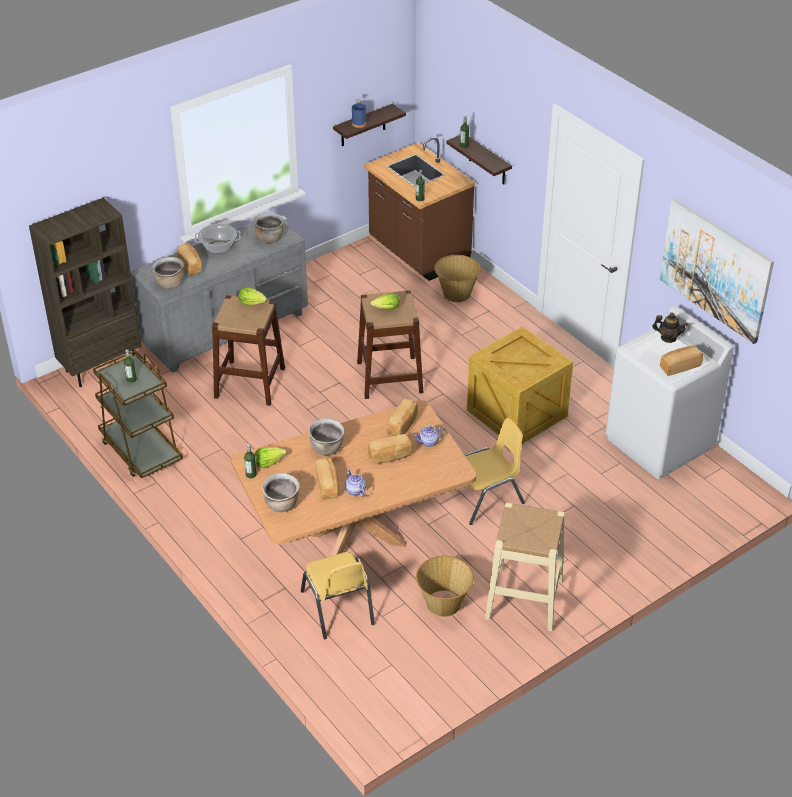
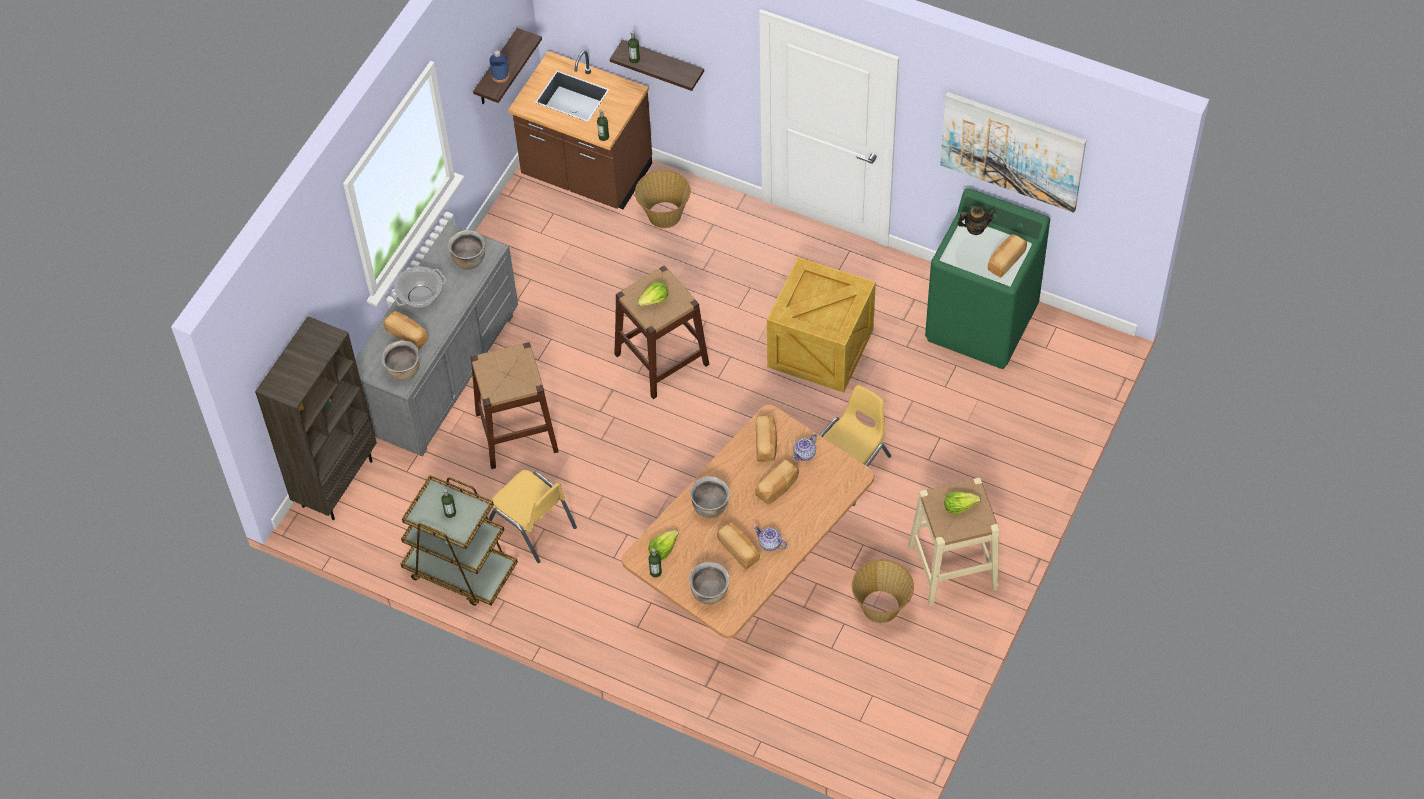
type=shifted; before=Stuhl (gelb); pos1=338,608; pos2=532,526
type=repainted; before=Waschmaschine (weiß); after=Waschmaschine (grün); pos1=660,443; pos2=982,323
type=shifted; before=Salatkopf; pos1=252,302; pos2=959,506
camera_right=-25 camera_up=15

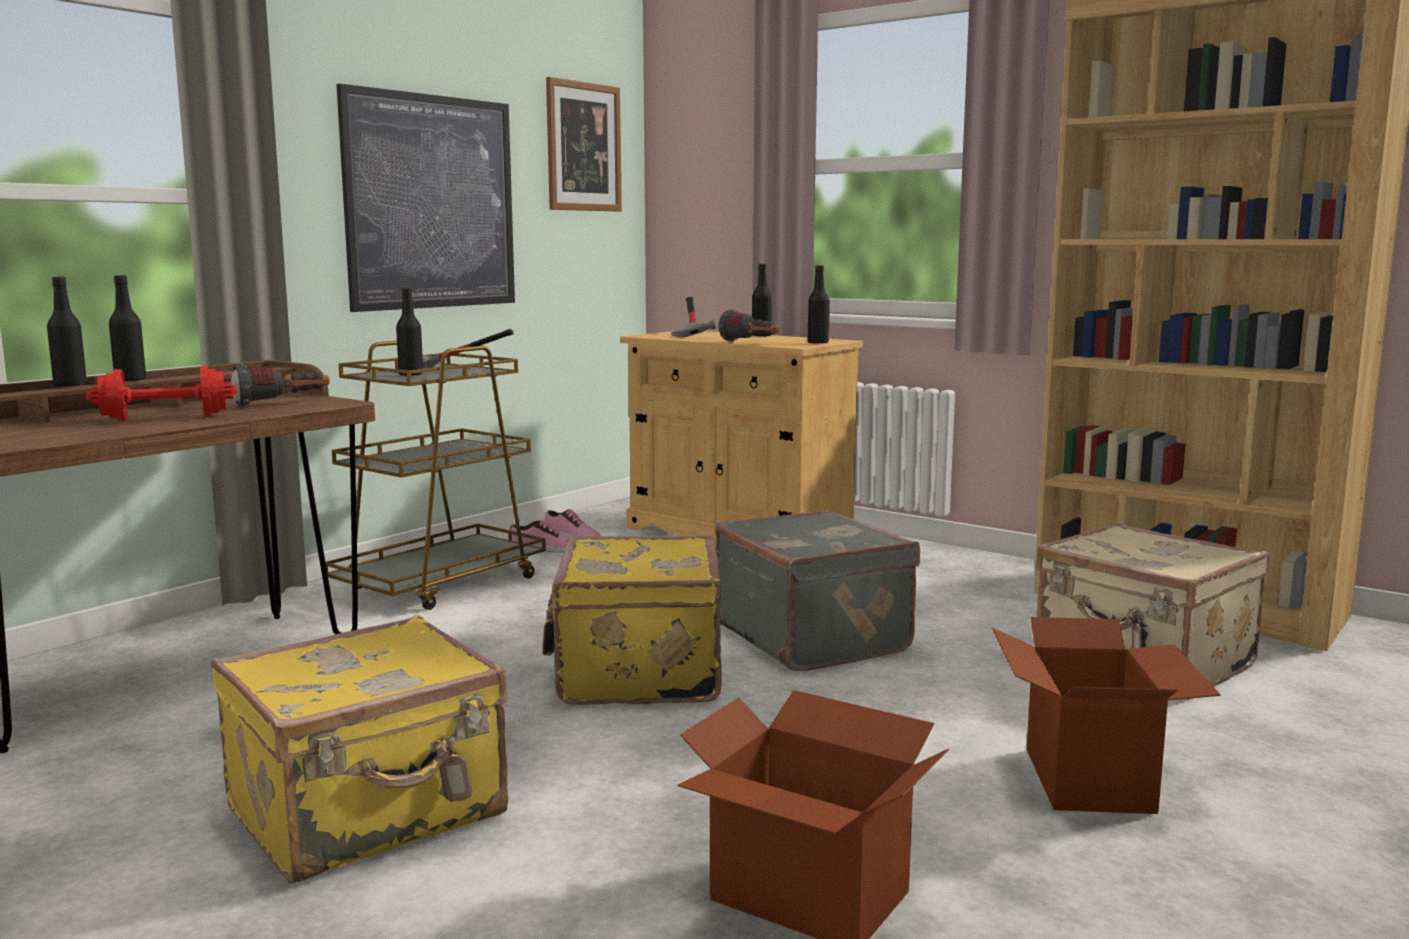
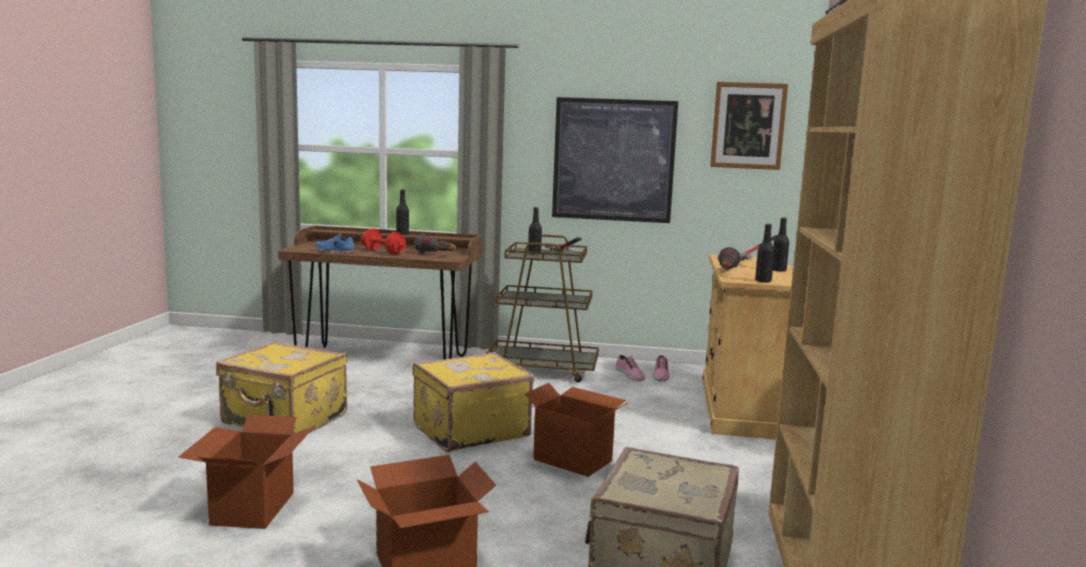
type=new; after=Schuh (blau); pos2=335,252
type=swapped; before=Koffer (grau); after=Karton; pos1=814,637; pos2=573,460
type=gone; before=Flasche (schwarz); pos1=70,385
camera_right=60 camera_up=0

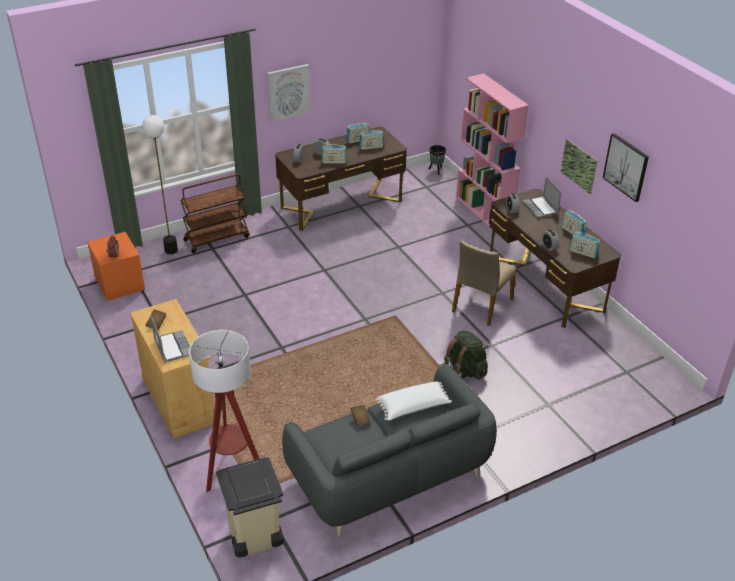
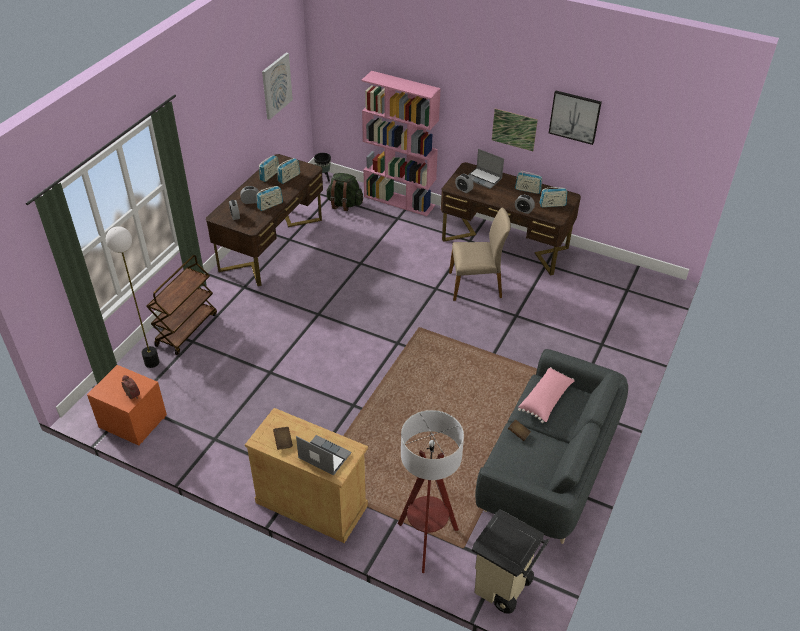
type=shifted; before=Bild; pos1=288,92; pos2=276,85
type=shifted; before=Rucksack (grün); pos1=465,370; pos2=344,204
type=rotated; before=Stuhl (beige); pos1=481,305; pos2=476,285; turn=-90
type=repainted; before=Kissen (weiß); after=Kissen (rosa); pos1=413,407; pos2=546,400
camera_right=-35 camera_up=5

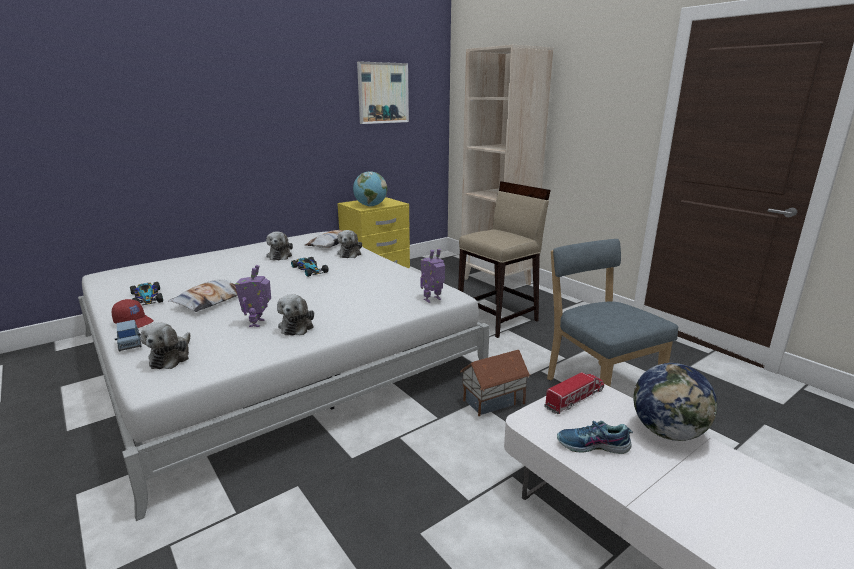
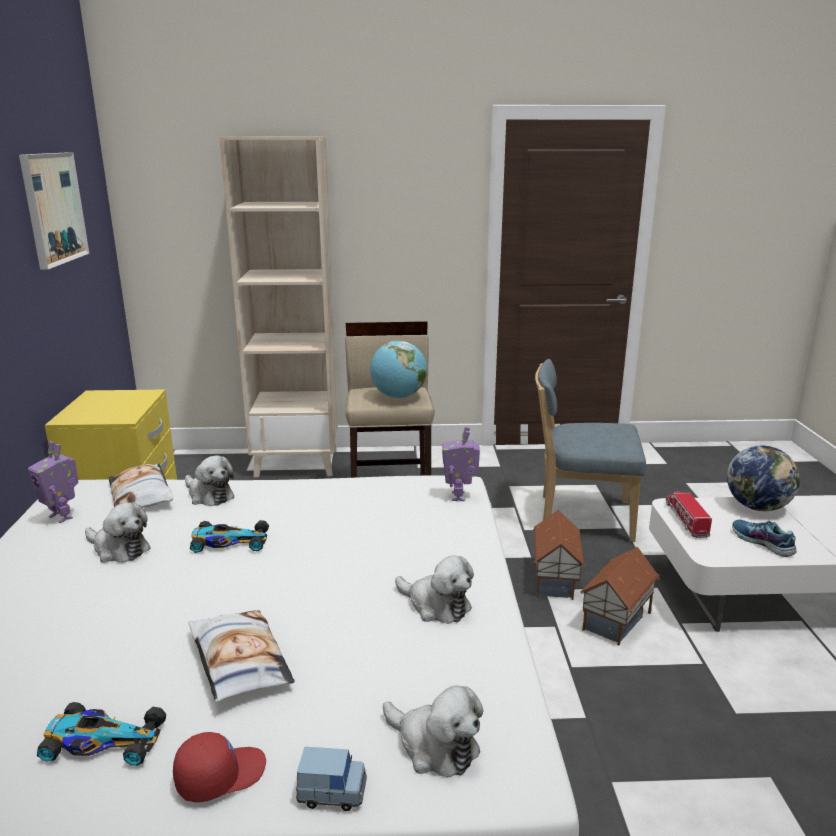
type=shifted; before=Spielzeugroboter; pos1=258,323; pos2=62,517
type=shifted; before=Globus; pos1=370,206; pos2=398,397
type=new; after=Spielzeughaus; pos2=617,621
type=rotated; before=Schuh; pos1=592,446; pos2=762,543; turn=105
camera_right=-55 camera_up=0

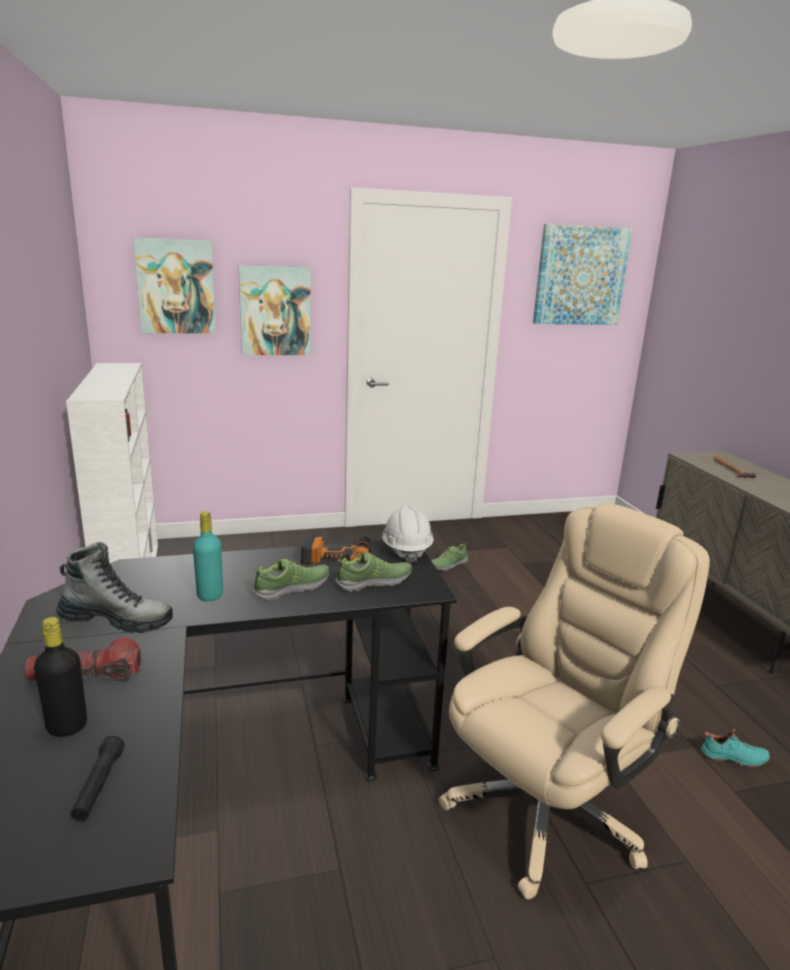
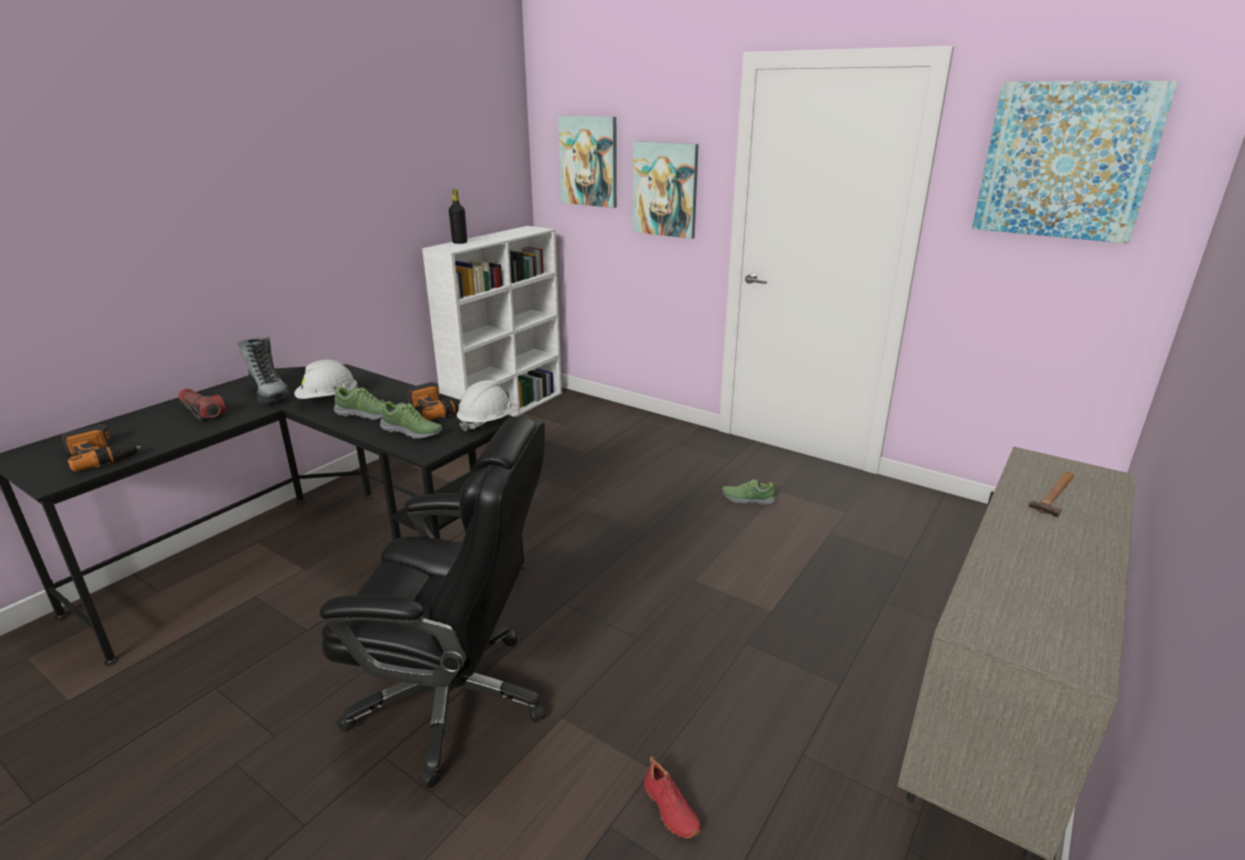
type=swapped; before=Taschenlampe (schwarz); after=Bohrmaschine; pos1=99,786; pos2=102,454
type=swapped; before=Flasche (türkis); after=Schutzhelm (weiß); pos1=210,595; pos2=328,399
type=repainted; before=Bürostuhl (beige); after=Bürostuhl (schwarz); pos1=547,808; pos2=454,700
type=shifted; before=Flasche (schwarz); pos1=67,726; pos2=459,242
type=repainted; before=Schuh (türkis); after=Schuh (rot); pos1=734,758; pos2=669,809
camera_right=50 camera_up=5

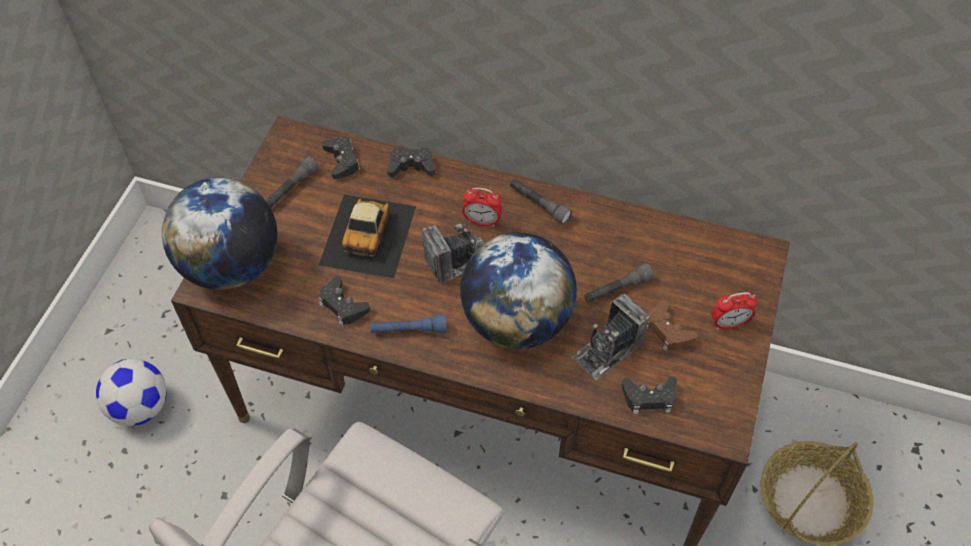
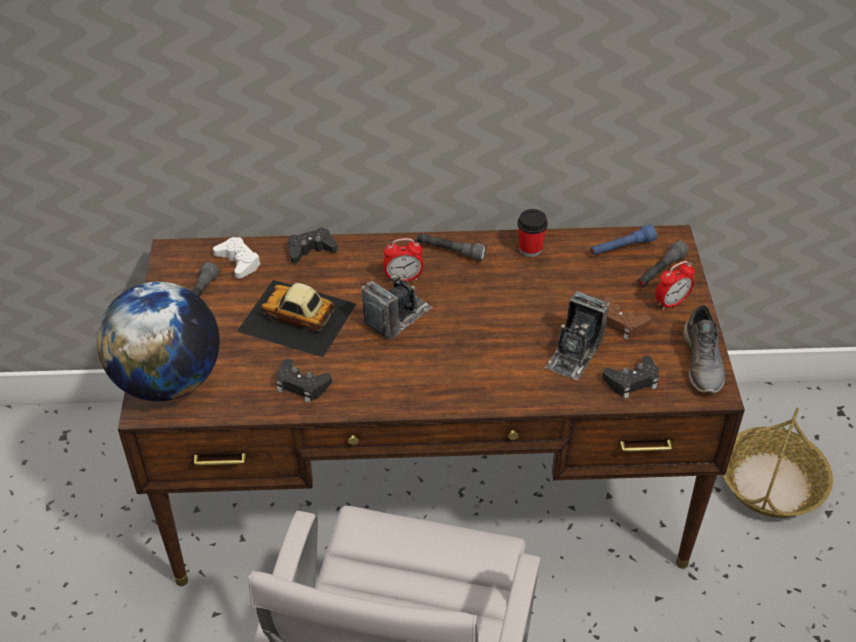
type=repainted; before=Gamepad (schwarz); after=Gamepad (weiß); pos1=342,161; pos2=238,262
type=rotated; before=Spielzeugauto; pos1=369,234; pos2=297,318; turn=120
type=new; after=Tasse; pos2=530,249
type=shifted; before=Taschenlampe (blau); pos1=409,330; pos2=621,248
type=shifted; before=Taschenlampe (grau); pos1=617,289; pos2=660,271
type=new; after=Schuh (grau); pos2=703,362
type=gone; before=Fußball; pos1=140,407
type=gone; before=Globus; pos1=516,321
camera_right=-20 camera_up=-10

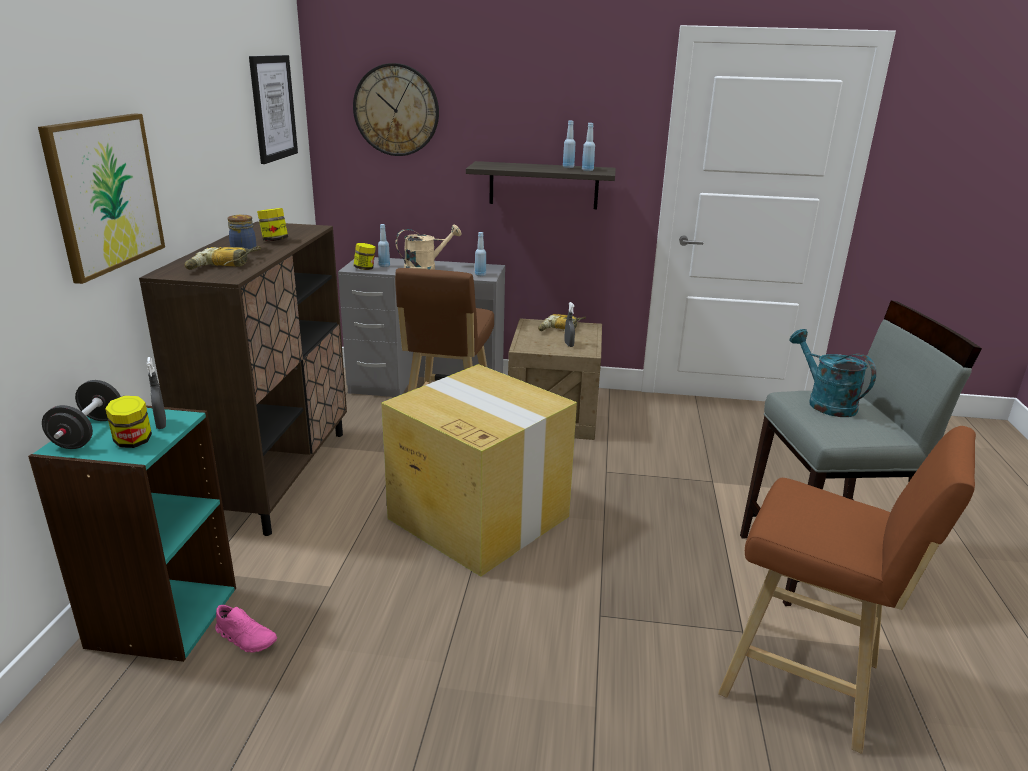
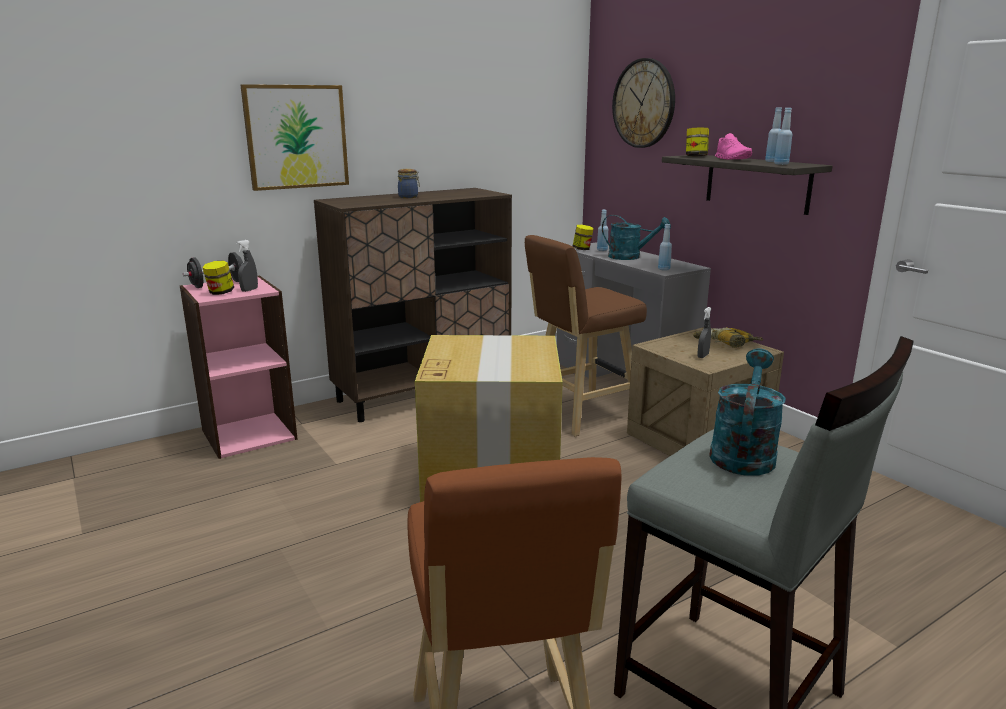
type=repainted; before=Bücherregal (türkis); after=Bücherregal (rosa); pos1=162,616; pos2=249,434
type=repainted; before=Gießkanne (beige); after=Gießkanne (türkis); pos1=425,268; pos2=630,257
type=shifted; before=Vorratsglas; pos1=274,240; pos2=696,156
type=shifted; before=Schuh (rosa); pos1=246,638; pos2=732,159
type=gone; before=Bohrmaschine; pos1=223,266
type=gone; before=Bild; pos1=273,108
camera_right=50 camera_up=-5

